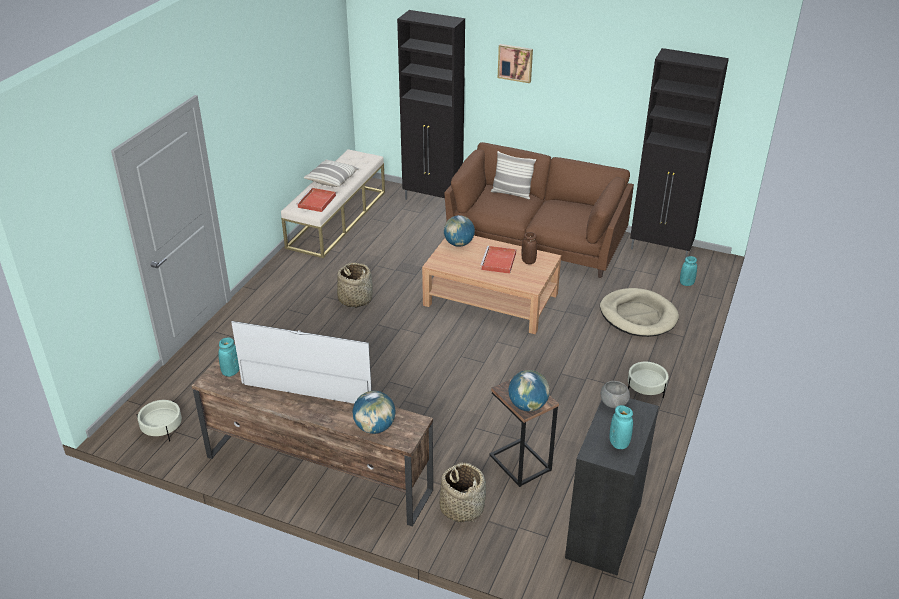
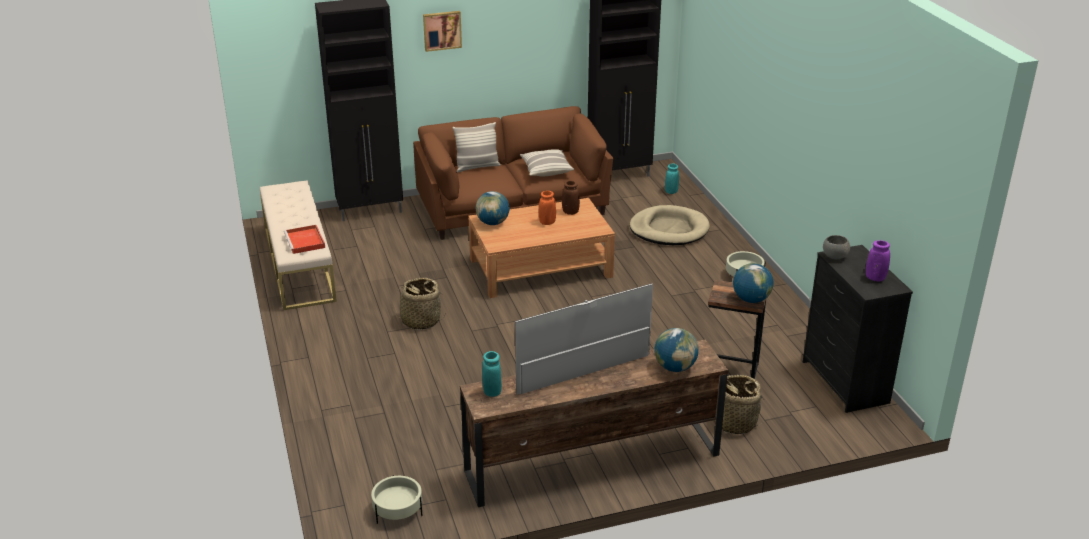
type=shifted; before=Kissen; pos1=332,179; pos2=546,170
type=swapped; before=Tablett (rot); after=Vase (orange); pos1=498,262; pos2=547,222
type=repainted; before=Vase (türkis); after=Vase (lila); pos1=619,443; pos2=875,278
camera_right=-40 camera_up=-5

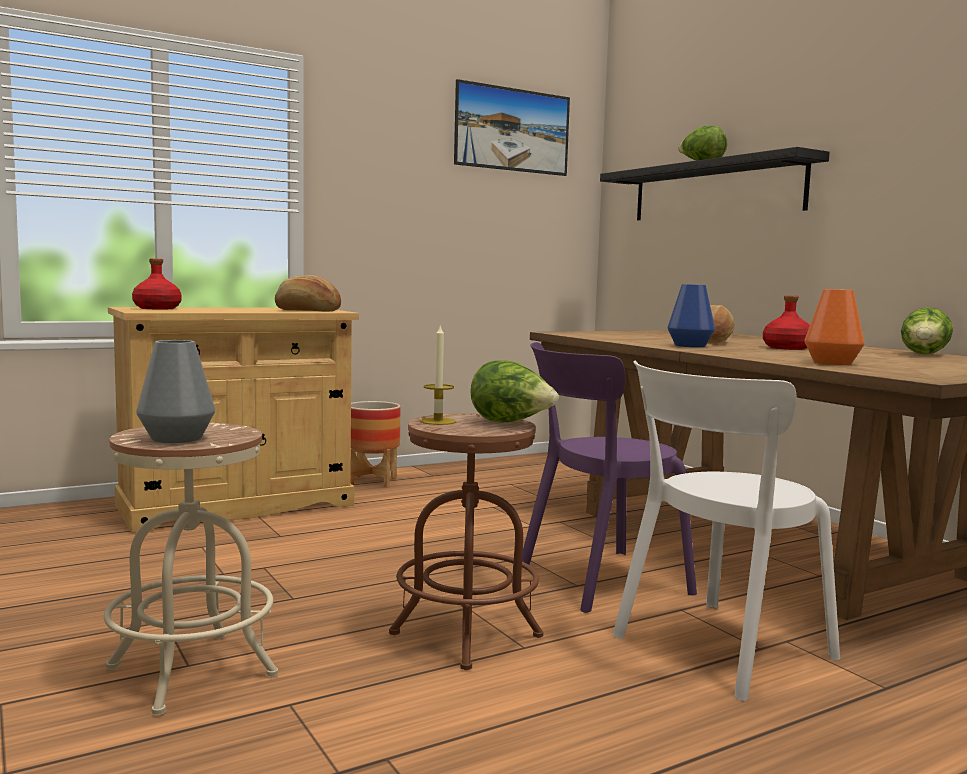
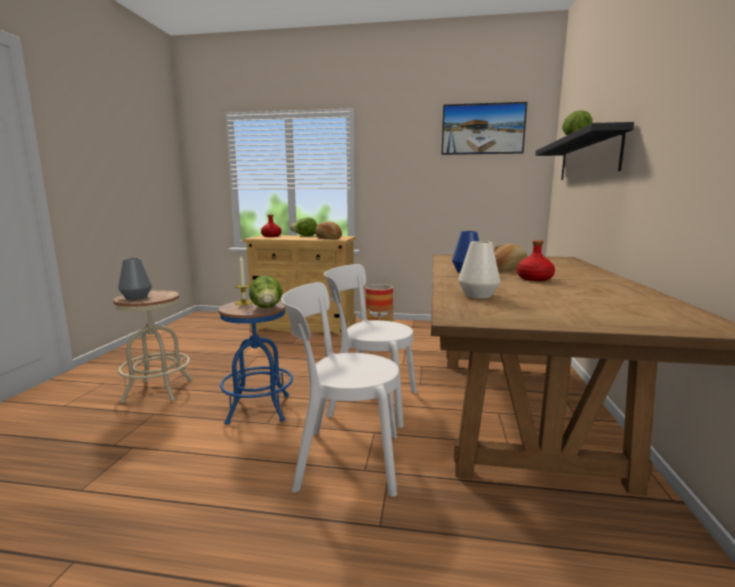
type=repainted; before=Hocker (braun); after=Hocker (blau); pos1=466,635; pos2=258,409
type=shifted; before=Salatkopf; pos1=924,354; pos2=304,236
type=repainted; before=Stuhl (lila); after=Stuhl (weiß); pos1=596,580; pos2=369,402
type=repainted; before=Vase (orange); after=Vase (weiß); pos1=832,363; pos2=478,295
camera_right=40 camera_up=5

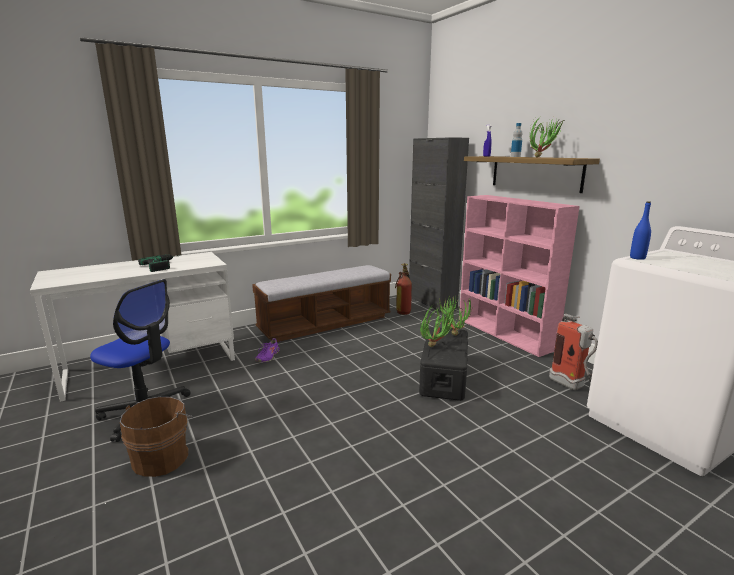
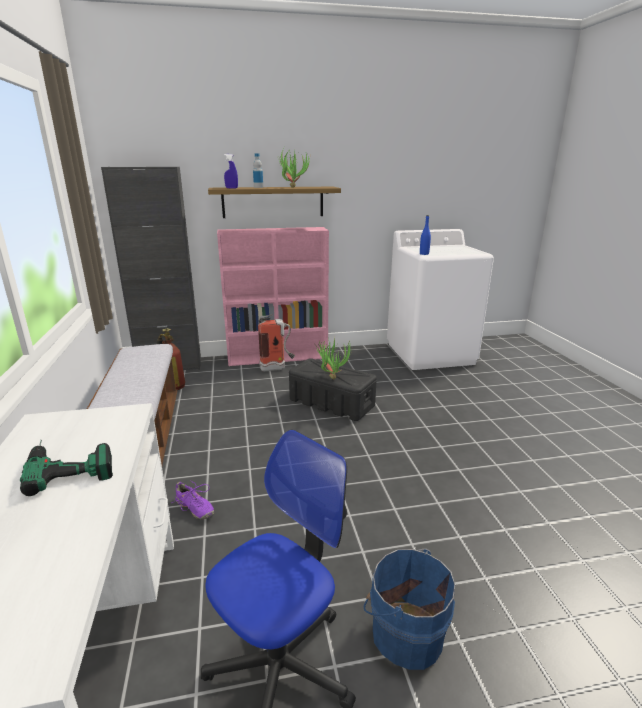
type=shifted; before=Feuerlöscher; pos1=571,386; pos2=277,368
type=repainted; before=Eimer (braun); after=Eimer (blau); pos1=163,457; pos2=404,632
type=gone; before=Topfpflanze; pos1=453,333
camera_right=-70 camera_up=5

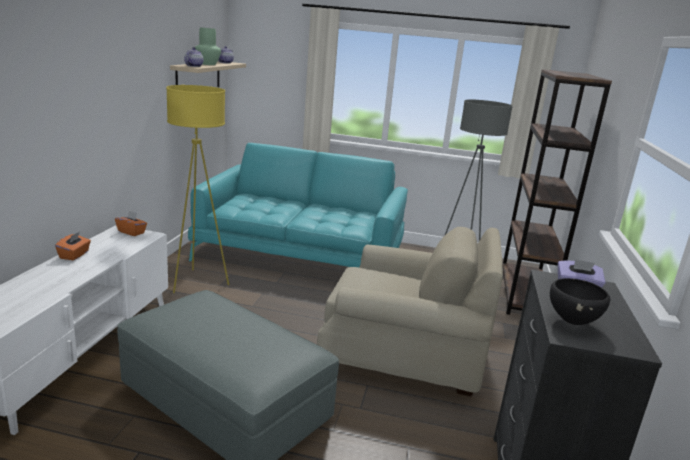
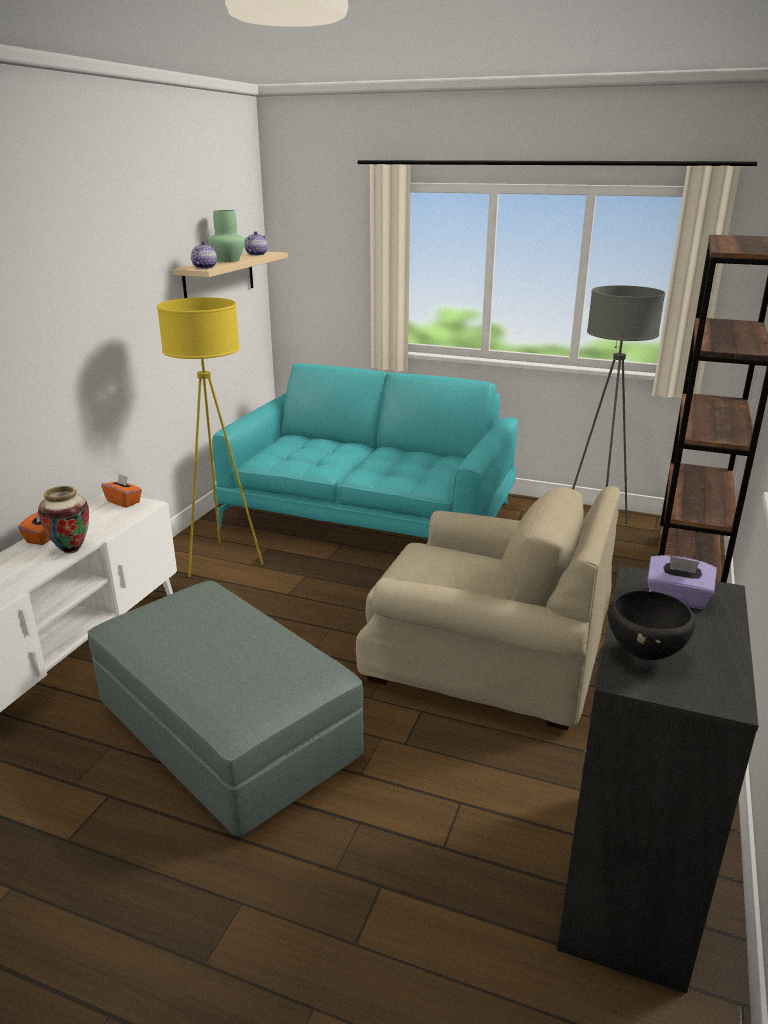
type=new; after=Vase; pos2=71,550
camera_right=10 camera_up=5

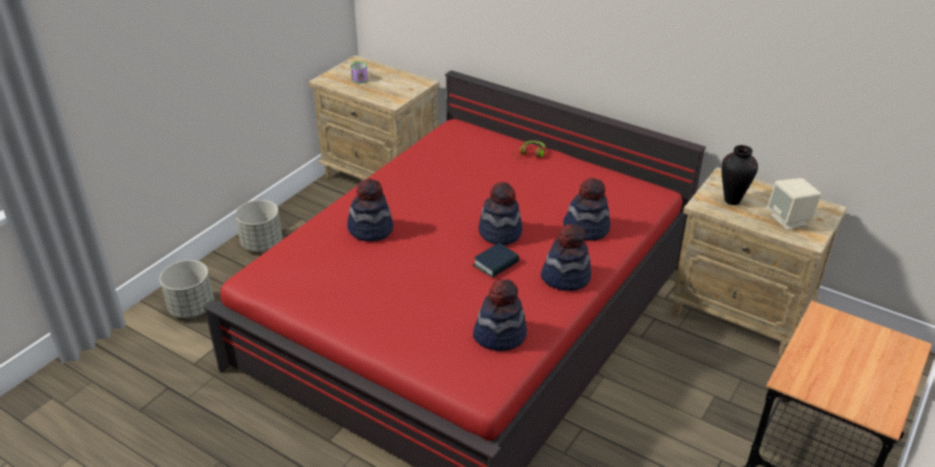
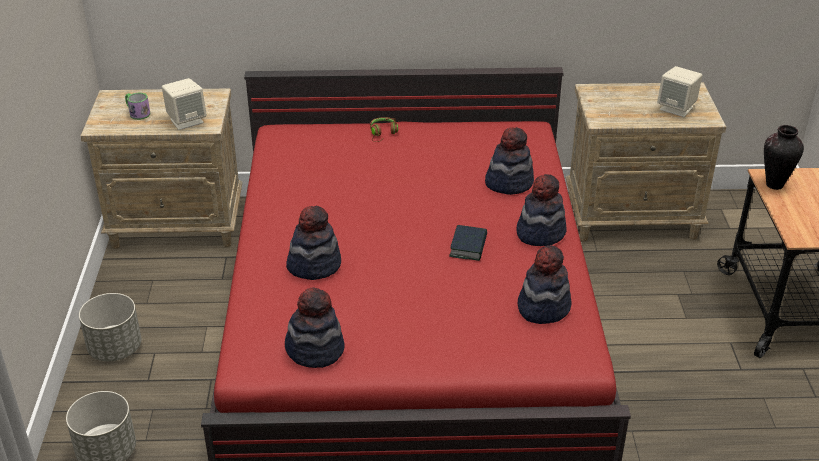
type=new; after=Lautsprecher (beige); pos2=186,121
type=shifted; before=Hut; pos1=500,232; pos2=315,349
type=shifted; before=Vase; pos1=731,200; pos2=774,185
camera_right=-35 camera_up=0

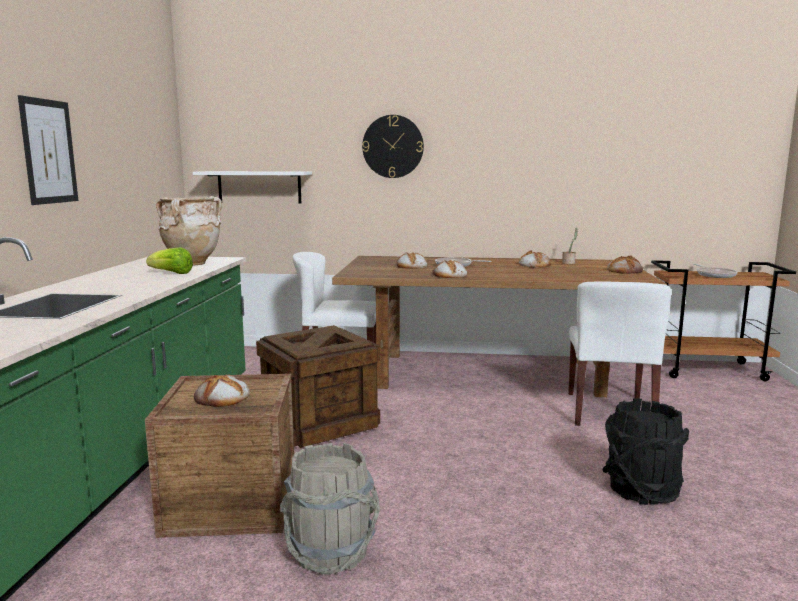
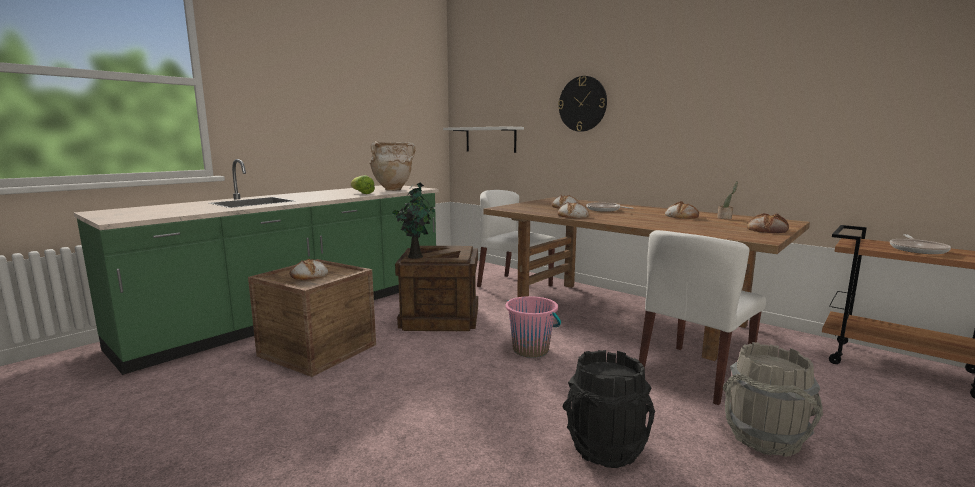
type=new; after=Topfpflanze; pos2=415,256
type=new; after=Eimer (rosa); pos2=531,350
type=shifted; before=Eimer (grau); pos1=331,552; pos2=765,438
type=gone; before=Bild; pos1=49,151
camera_right=35 camera_up=0

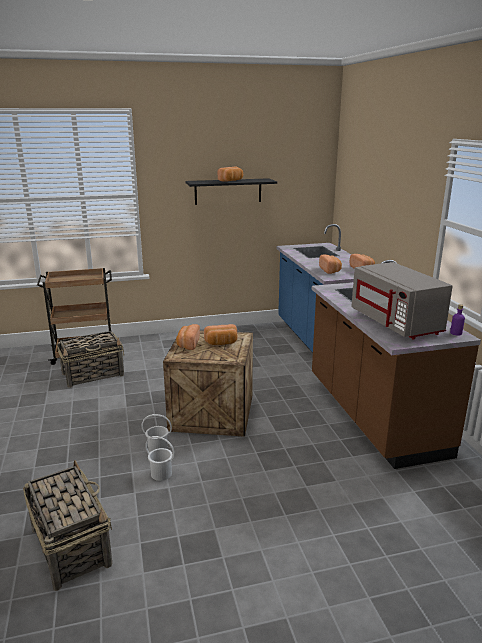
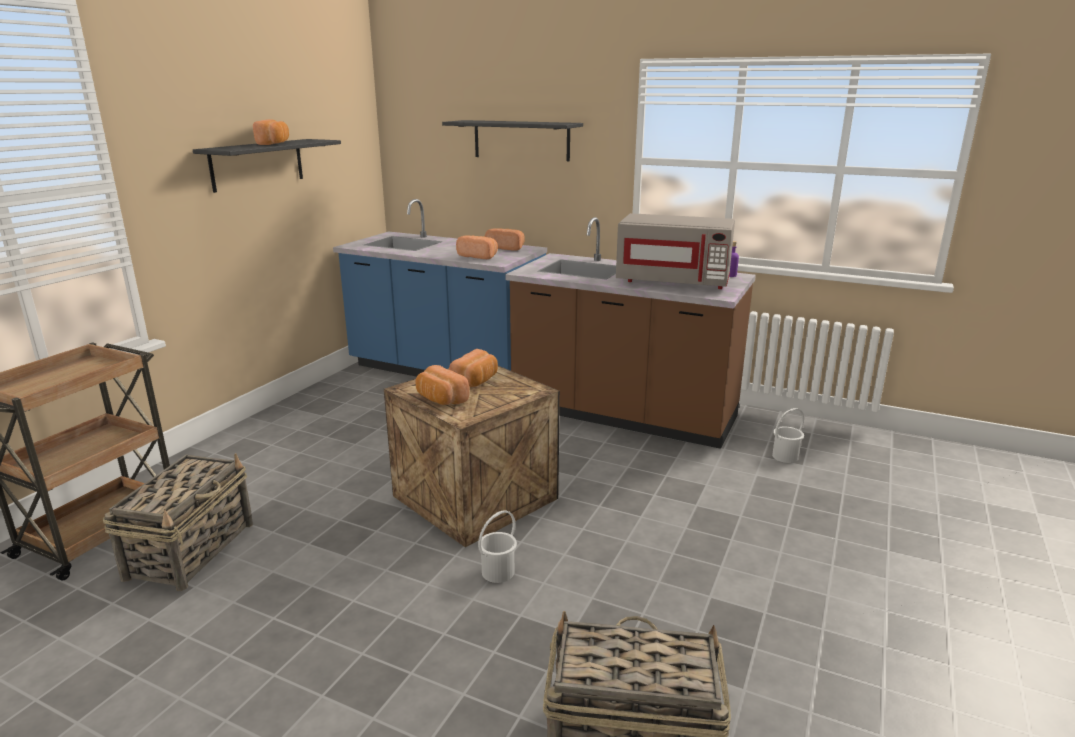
type=new; after=Wandregal (schwarz); pos2=521,140
type=shifted; before=Eimer (weiß); pos1=161,473; pos2=784,456
camera_right=-50 camera_up=0

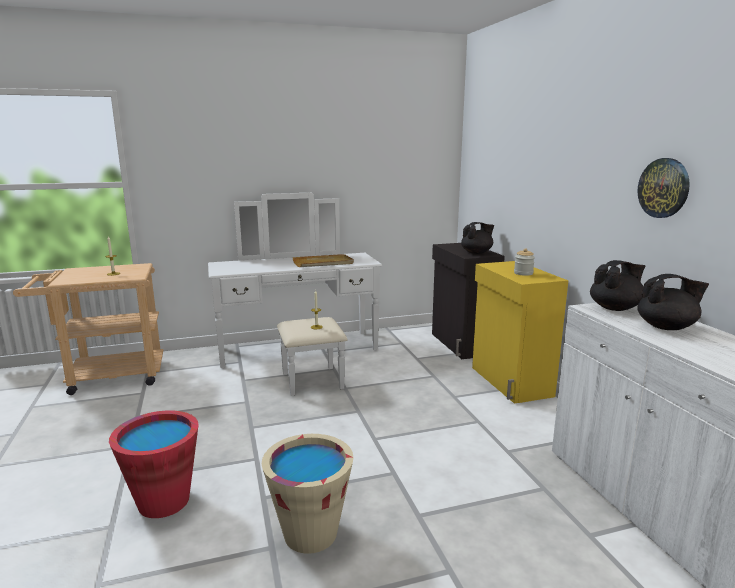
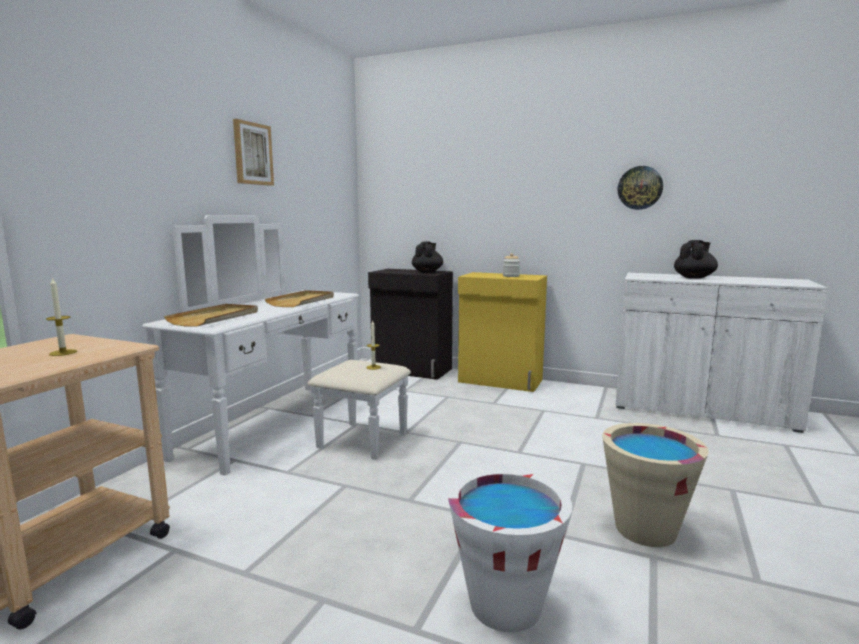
type=new; after=Tablett (beige); pos2=215,318
type=new; after=Bild; pos2=252,154
type=repainted; before=Eimer (rot); after=Eimer (weiß); pos1=164,501; pos2=505,605
type=gone; before=Teekanne (schwarz); pos1=615,308
camera_right=-50 camera_up=-5

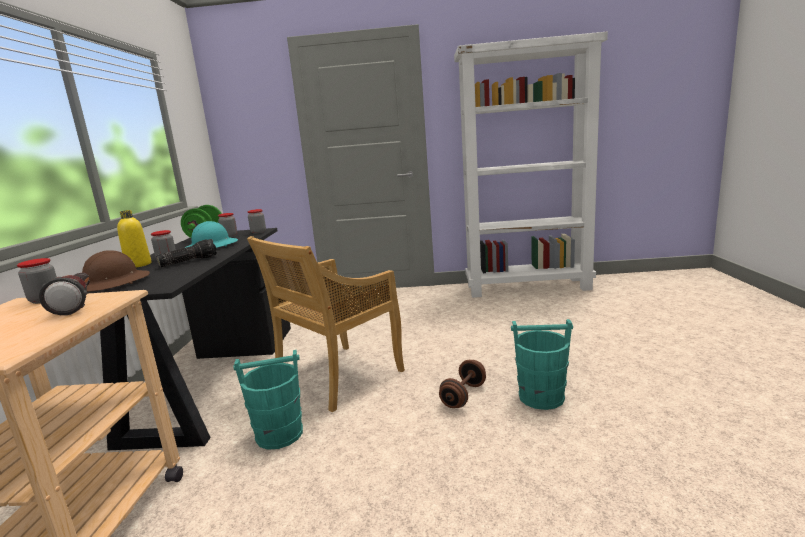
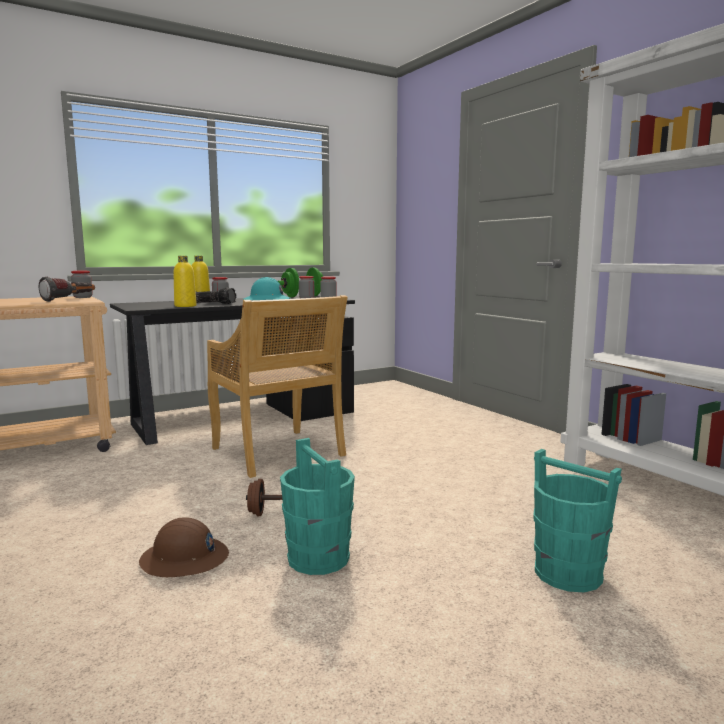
type=shifted; before=Schutzhelm (braun); pos1=113,283; pos2=184,559
type=new; after=Flasche (gelb); pos2=185,306
type=rotated; before=Stuhl (beige); pos1=337,376; pos2=278,453; turn=-135
type=shifted; before=Eimer (türkis); pos1=279,434; pos2=567,573
camera_right=55 camera_up=-5

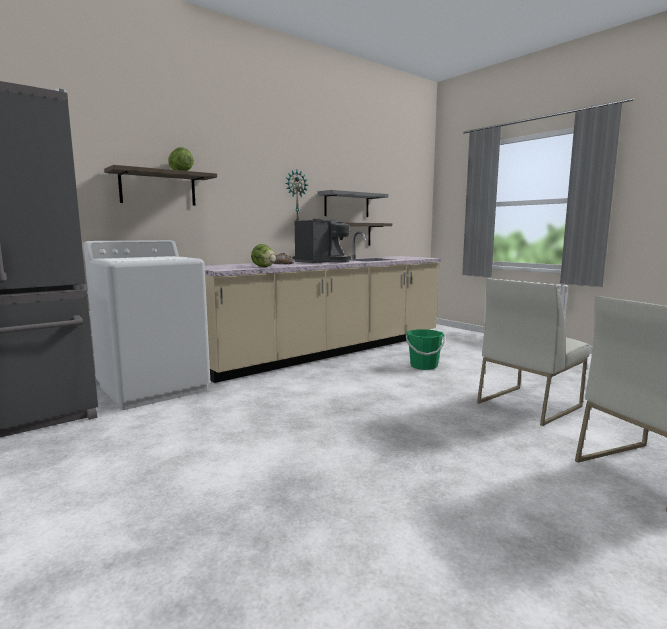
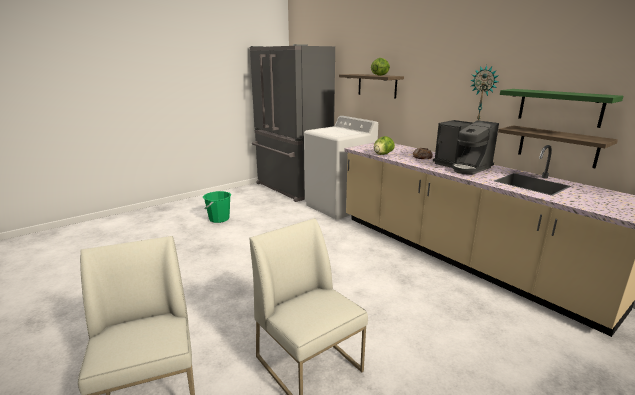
type=shifted; before=Eimer (grün); pos1=423,366; pos2=219,219
type=repainted; before=Wandregal (grau); after=Wandregal (grün); pos1=347,205; pos2=559,107
camera_right=90 camera_up=10

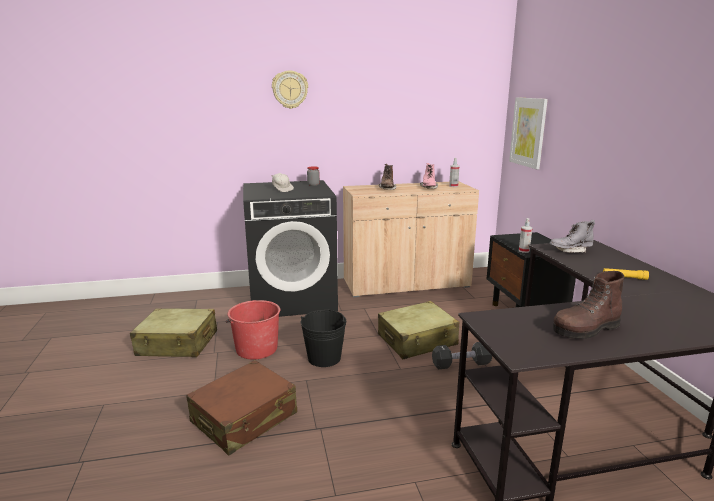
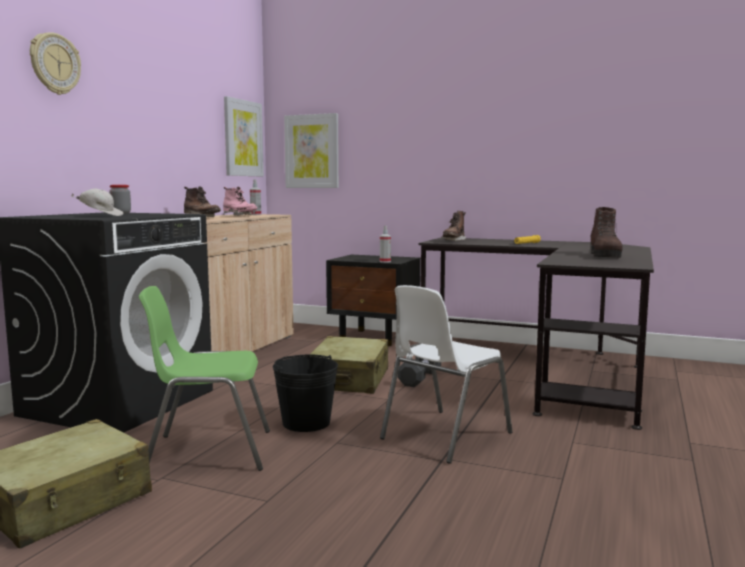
type=swapped; before=Eimer (rot); after=Stuhl (grün); pos1=256,349; pos2=208,451
type=new; after=Bild; pos2=243,138
type=new; after=Stuhl (weiß); pos2=443,436
type=repainted; before=Stiefel (grau); after=Stiefel (braun); pos1=570,250; pos2=453,241
type=gone; before=Koffer (braun); pos1=244,418
camera_right=-55 camera_up=-10

